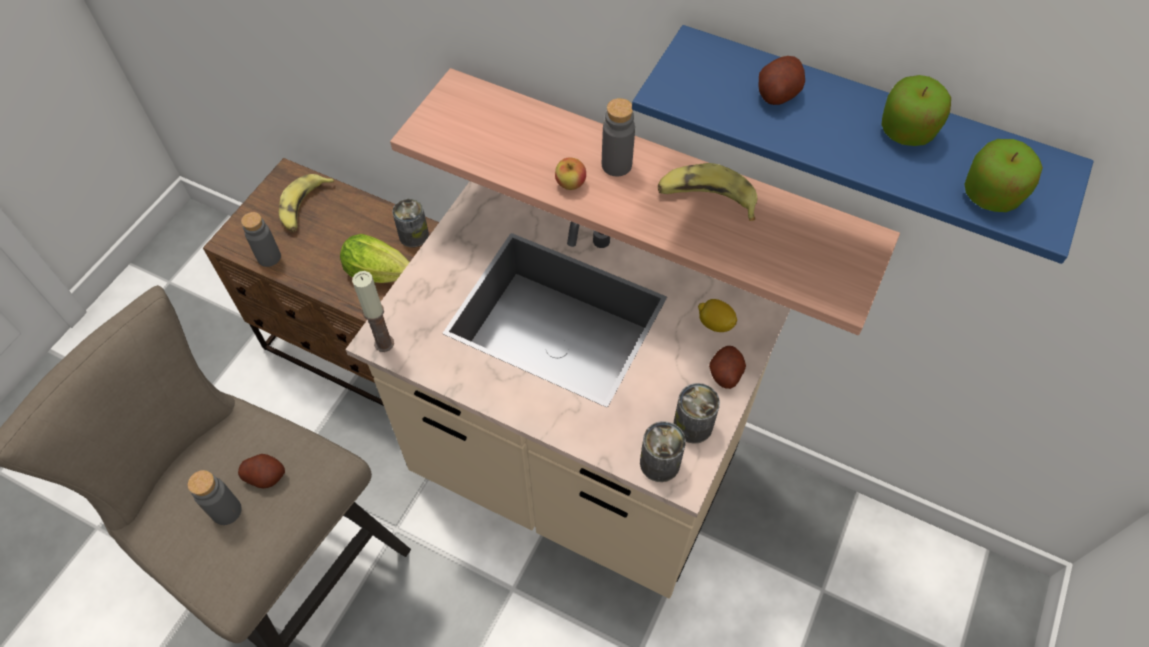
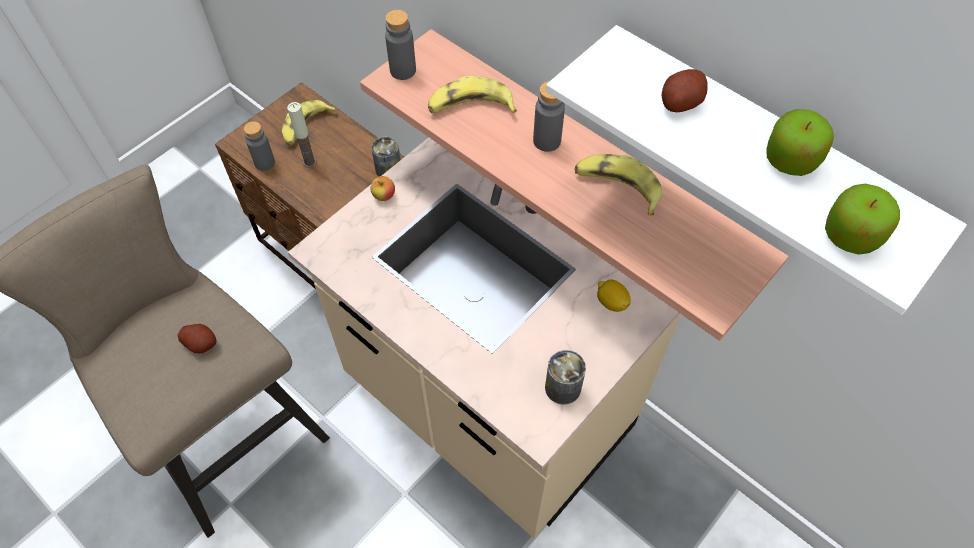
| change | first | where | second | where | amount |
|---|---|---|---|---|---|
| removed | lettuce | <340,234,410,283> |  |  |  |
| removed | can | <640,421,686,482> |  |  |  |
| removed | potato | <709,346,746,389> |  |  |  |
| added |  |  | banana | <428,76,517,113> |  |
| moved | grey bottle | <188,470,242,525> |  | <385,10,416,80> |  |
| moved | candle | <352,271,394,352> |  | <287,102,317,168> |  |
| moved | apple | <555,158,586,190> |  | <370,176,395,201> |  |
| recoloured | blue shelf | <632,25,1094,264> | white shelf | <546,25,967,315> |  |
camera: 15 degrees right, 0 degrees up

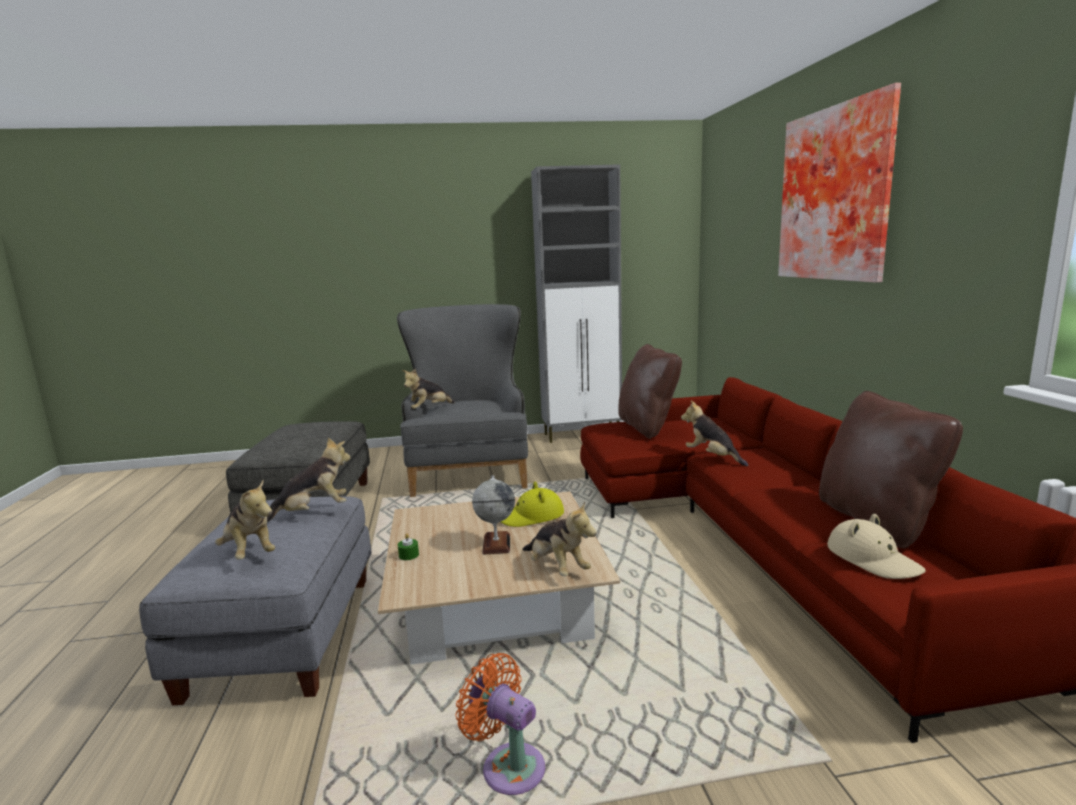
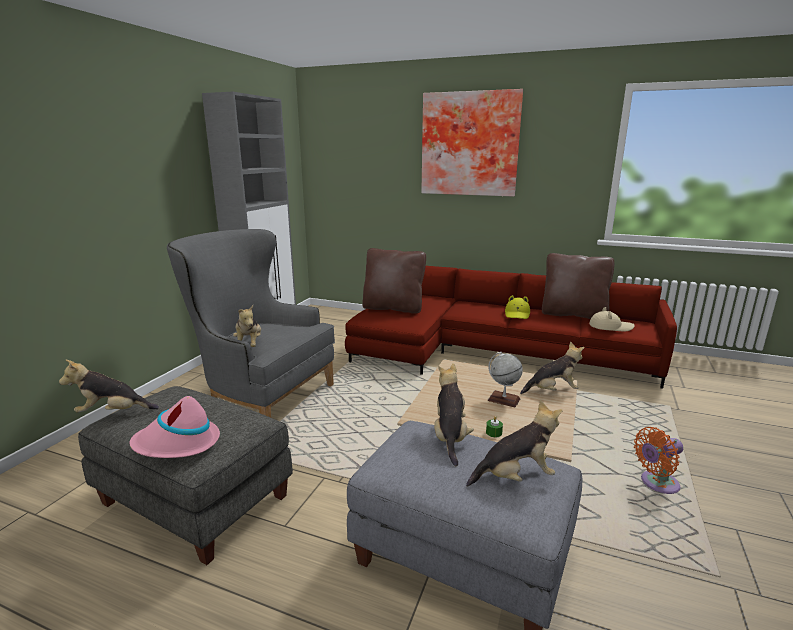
| change | first | where | second | where | amount |
|---|---|---|---|---|---|
| added |  |  | pink hat | <129,396,220,458> |  |
| moved | yellow hat | <501,482,564,527> |  | <505,295,530,319> |  |
| moved | plush toy | <681,401,748,466> |  | <59,360,159,413> |  |
camera: 60 degrees left, 5 degrees up

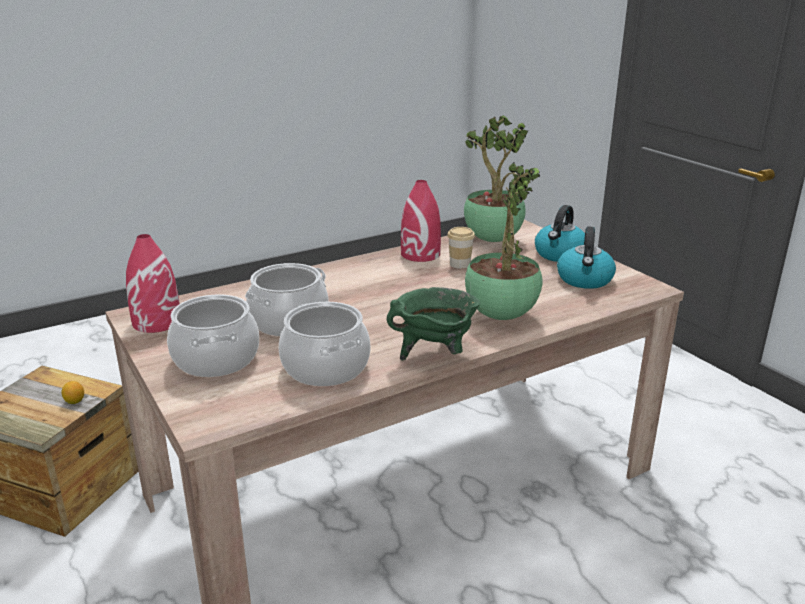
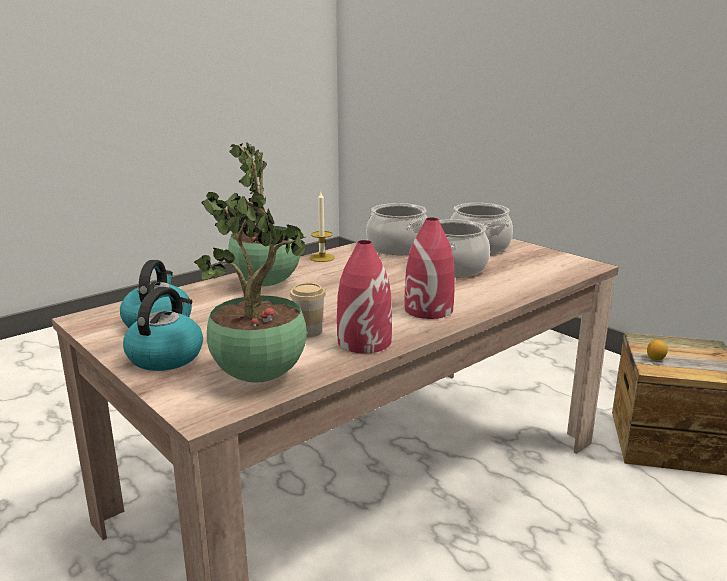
| change | first | where | second | where | amount |
|---|---|---|---|---|---|
| moved | red vase | <126,234,180,333> |  | <404,218,455,319> |  |
| replaced | green cooking pot | <387,287,480,360> | candle | <310,192,335,262> |  |
camera: 170 degrees right, 5 degrees down

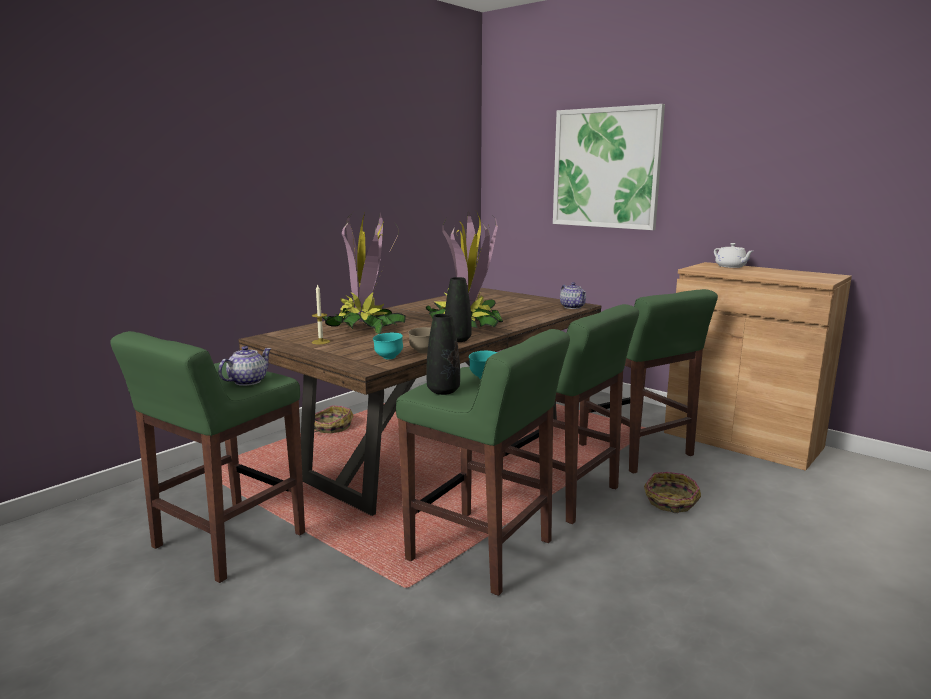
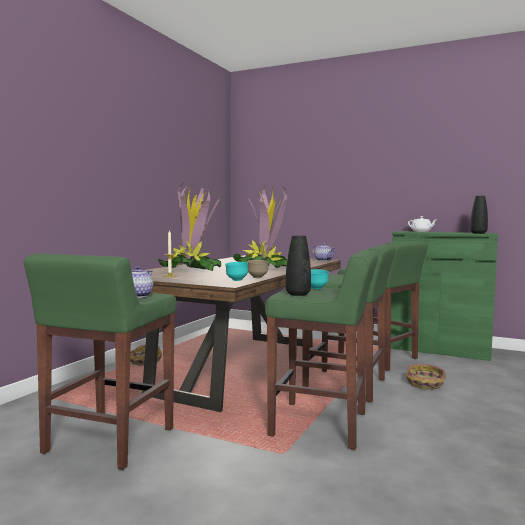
| change | first | where | second | where | amount |
|---|---|---|---|---|---|
| removed | picture | <553,104,665,230> |  |  |  |
| moved | black vase | <445,277,472,342> |  | <470,196,488,233> |  |
| recoloured | brown cabinet | <664,262,852,471> | green cabinet | <390,231,498,361> |  |
camera: 15 degrees left, 10 degrees down

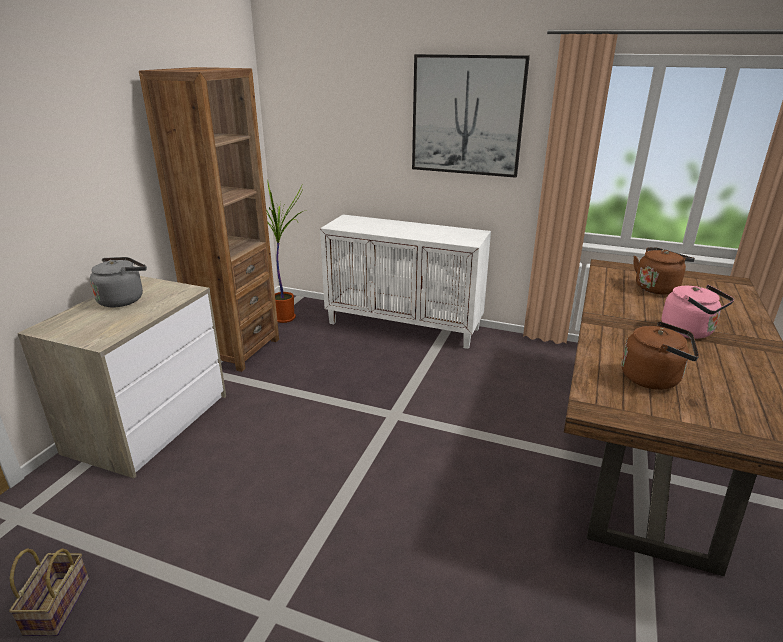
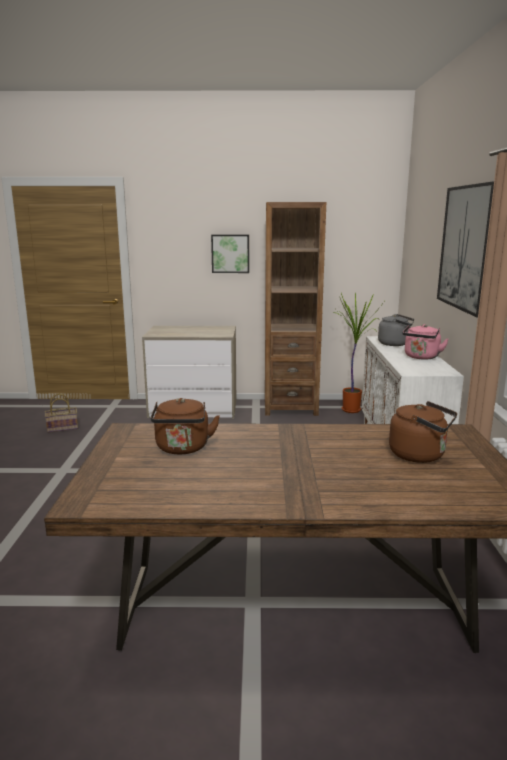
| change | first | where | second | where | amount |
|---|---|---|---|---|---|
| added |  |  | picture | <211,235,249,273> |  |
| moved | grey kettle | <90,257,147,307> |  | <378,314,414,346> |  |
| moved | pink kettle | <662,285,734,339> |  | <402,324,449,360> |  |
camera: 70 degrees right, 10 degrees down

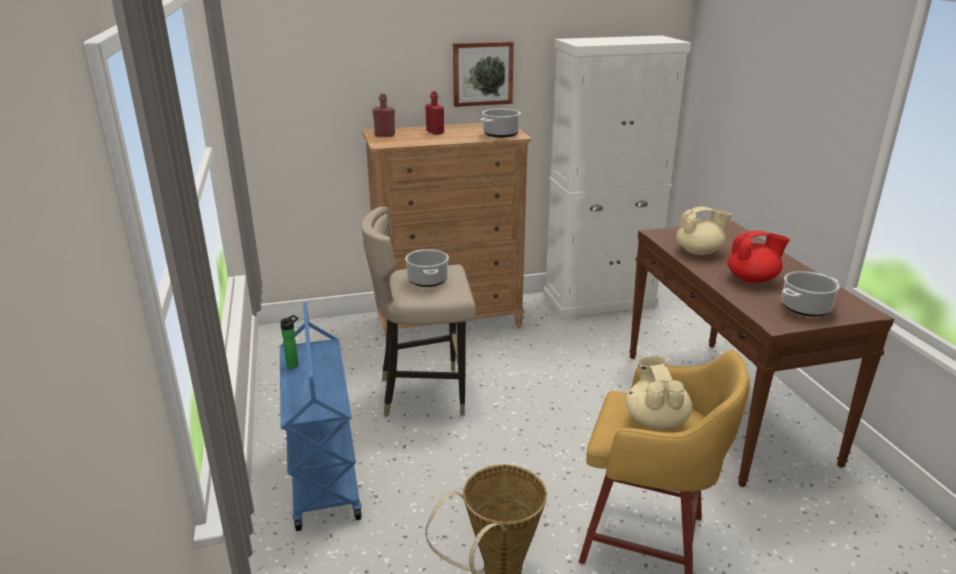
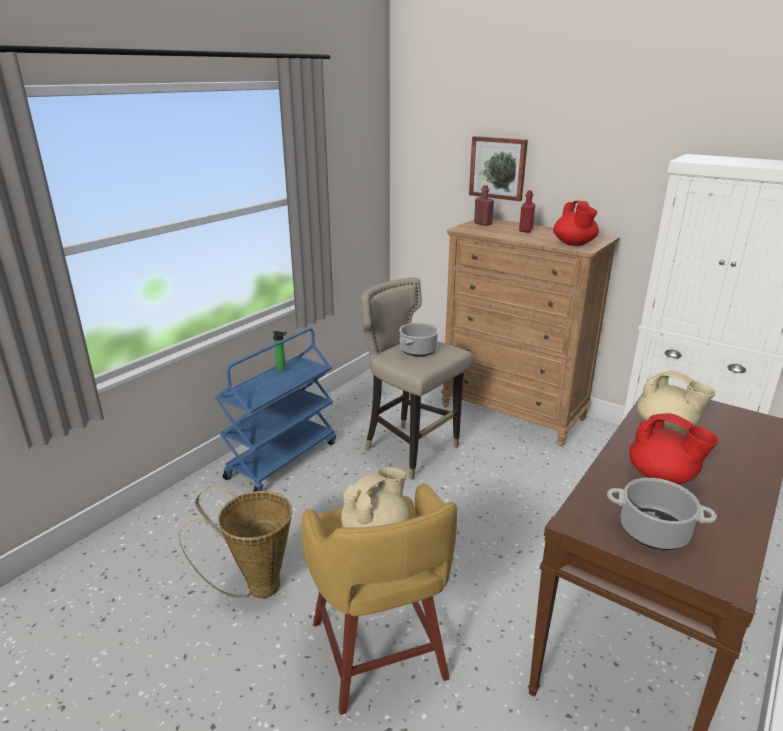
| change | first | where | second | where | amount |
|---|---|---|---|---|---|
| moved | picture | <453,41,514,107> |  | <469,136,528,201> |  |
| replaced | cooking pot | <481,108,521,138> | red teapot | <553,201,599,246> |  |
camera: 50 degrees right, 0 degrees up

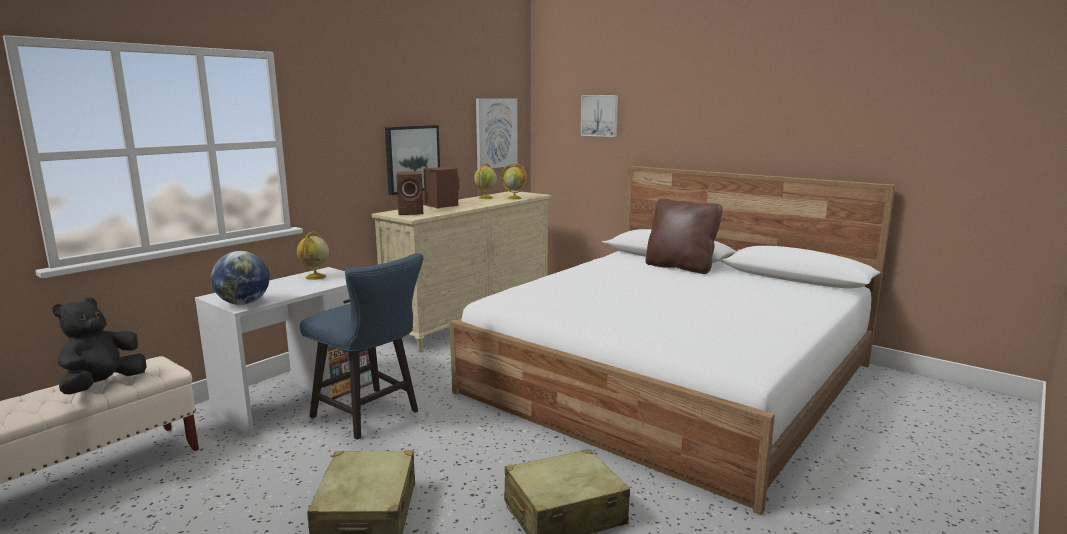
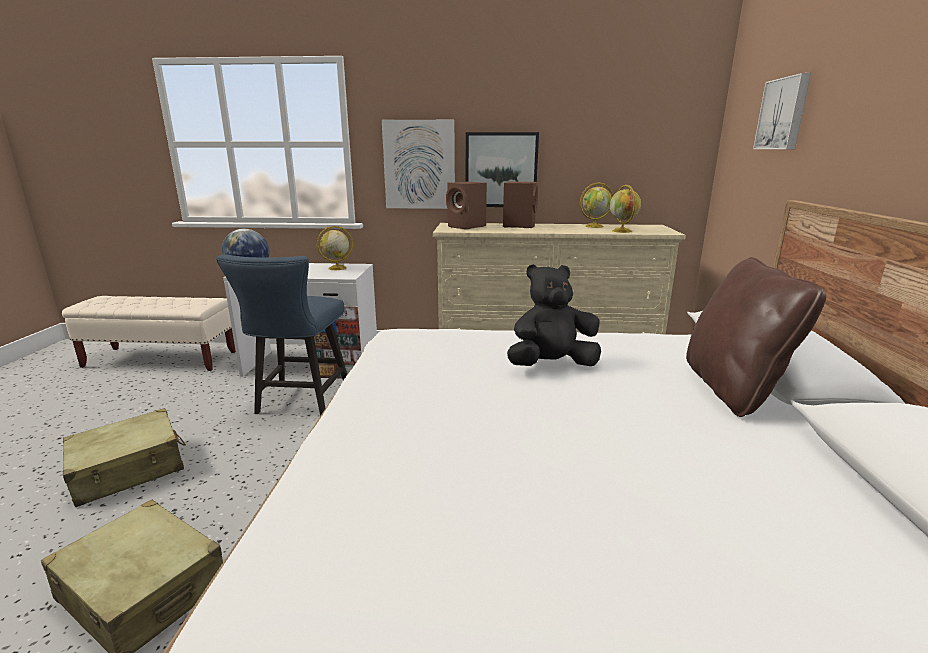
| change | first | where | second | where | amount |
|---|---|---|---|---|---|
| moved | black plush toy | <52,298,147,394> |  | <507,264,601,366> |  |
| moved | picture | <476,98,518,169> |  | <382,120,455,209> |  |
camera: 55 degrees right, 5 degrees up

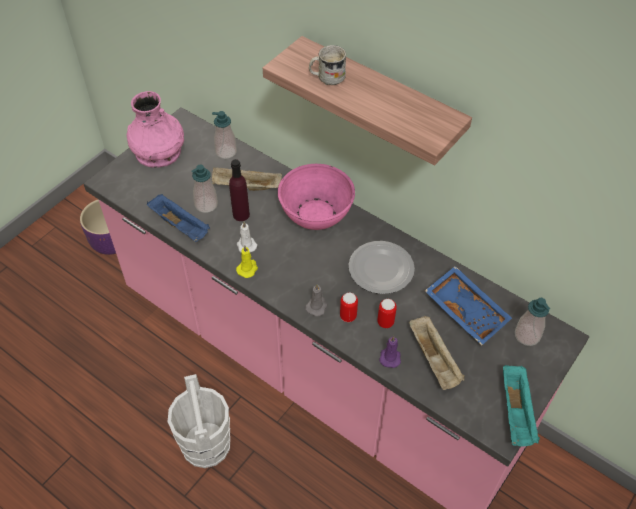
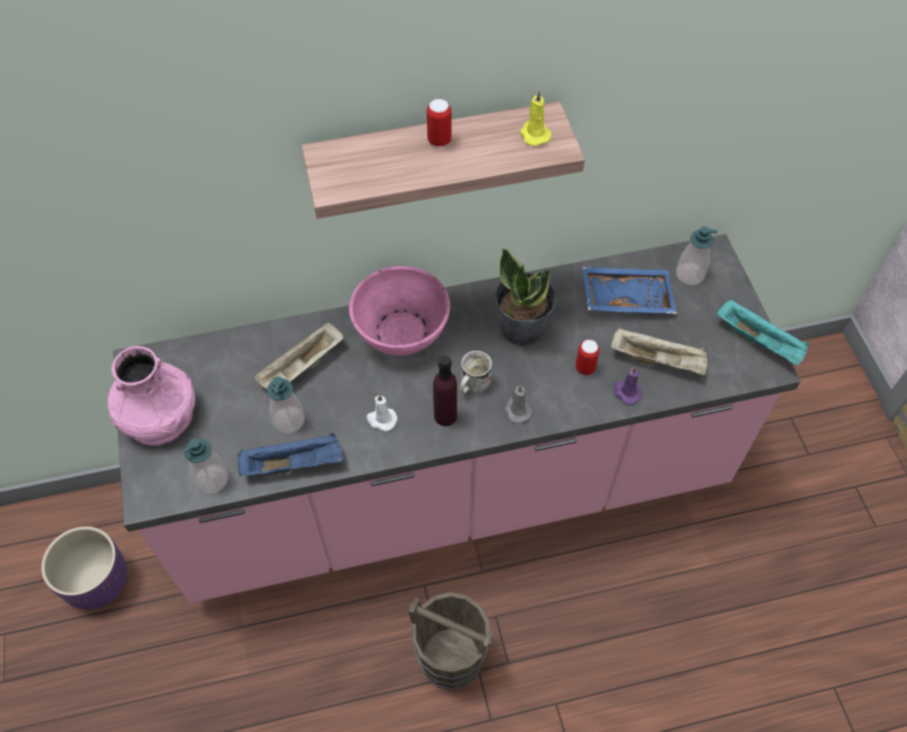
| change | first | where | second | where | amount |
|---|---|---|---|---|---|
| moved | soap dispenser | <212,111,237,159> |  | <182,438,228,494> |  |
| moved | purple bottle | <229,159,250,221> |  | <433,356,457,426> |  |
| moved | yellow candle | <236,246,258,278> |  | <520,90,552,146> |  |
| moved | white mug | <309,45,346,85> |  | <460,351,492,394> |  |
| moved | can | <340,292,358,322> |  | <427,99,451,147> |  |
| replaced | plate | <349,241,415,294> | potted plant | <495,249,556,346> |  |
| recoloured | white bucket | <168,374,230,468> | brown bucket | <408,592,494,691> |  |
camera: 50 degrees left, 5 degrees up

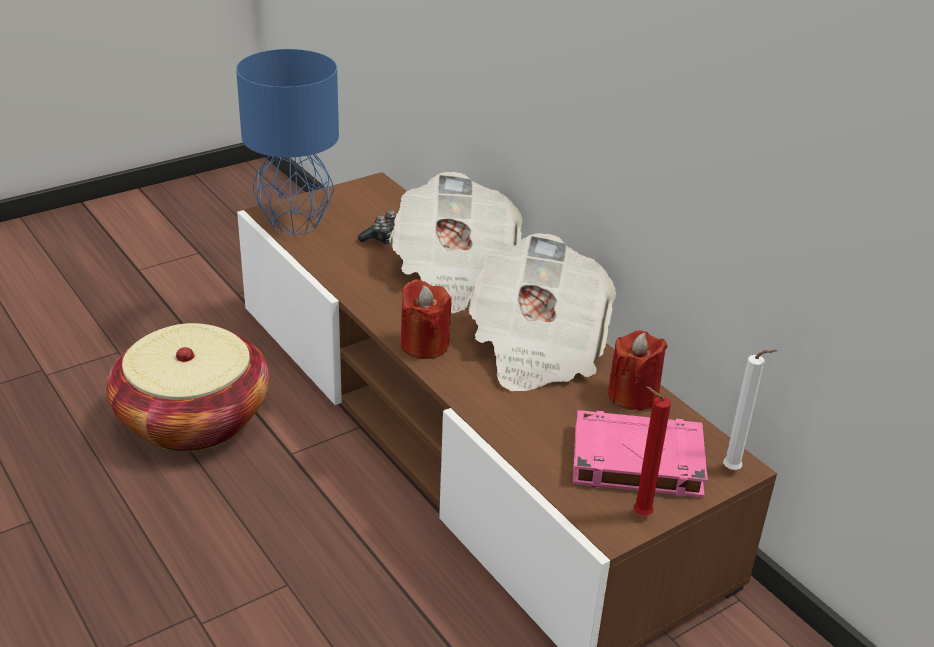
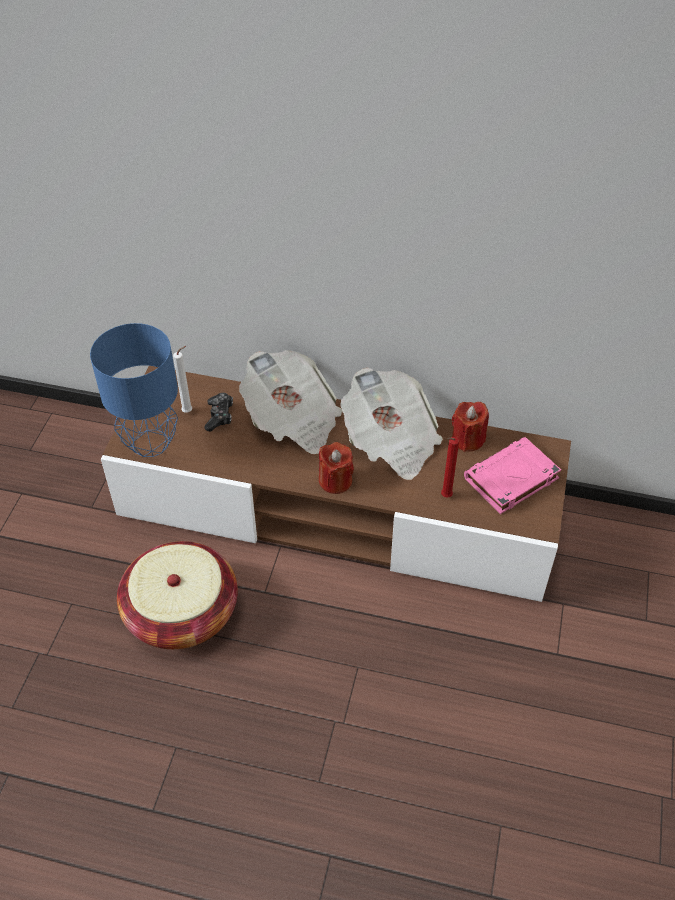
| change | first | where | second | where | amount |
|---|---|---|---|---|---|
| moved | red candle | <634,387,671,516> |  | <441,437,459,498> |  |
| moved | white candle | <723,350,777,470> |  | <173,346,192,412> |  |
camera: 40 degrees left, 15 degrees up

